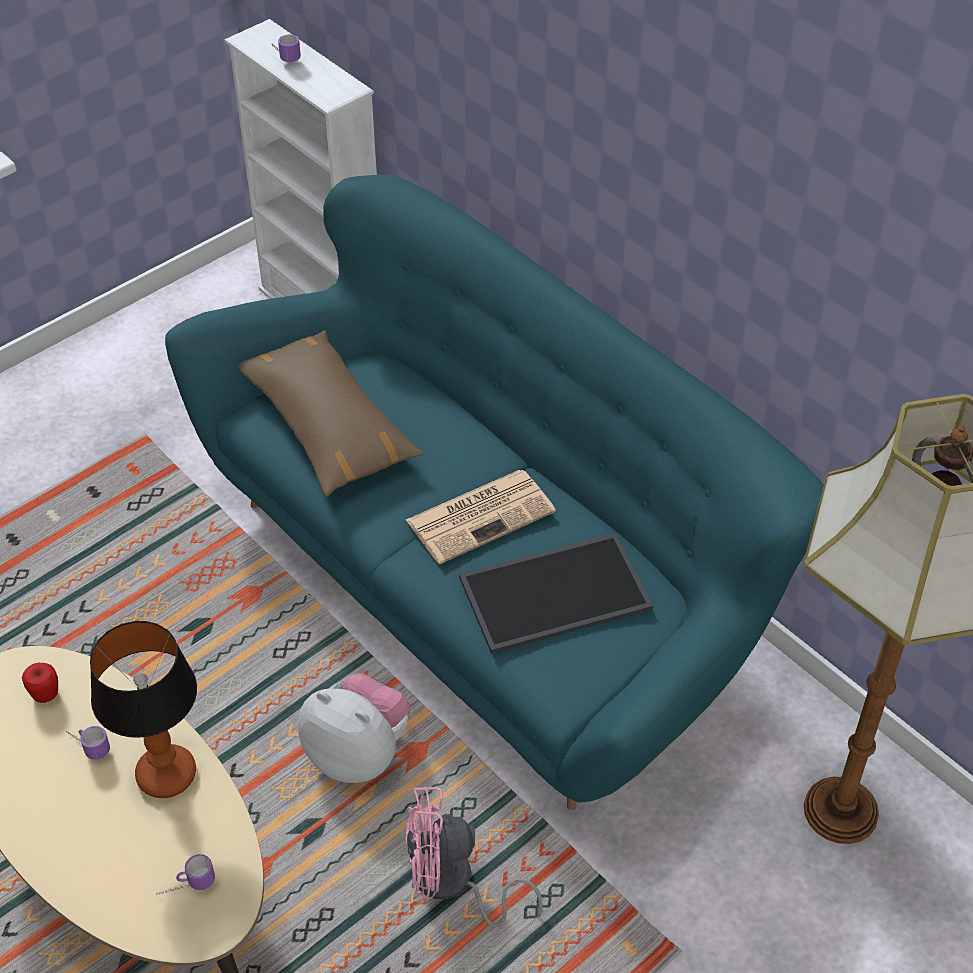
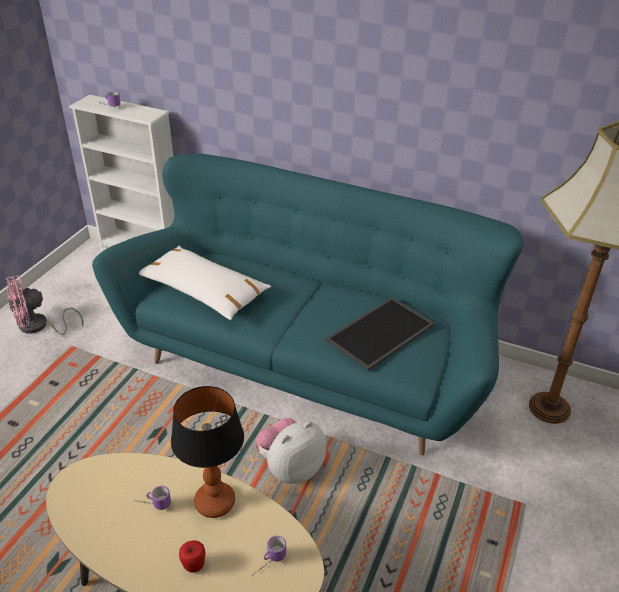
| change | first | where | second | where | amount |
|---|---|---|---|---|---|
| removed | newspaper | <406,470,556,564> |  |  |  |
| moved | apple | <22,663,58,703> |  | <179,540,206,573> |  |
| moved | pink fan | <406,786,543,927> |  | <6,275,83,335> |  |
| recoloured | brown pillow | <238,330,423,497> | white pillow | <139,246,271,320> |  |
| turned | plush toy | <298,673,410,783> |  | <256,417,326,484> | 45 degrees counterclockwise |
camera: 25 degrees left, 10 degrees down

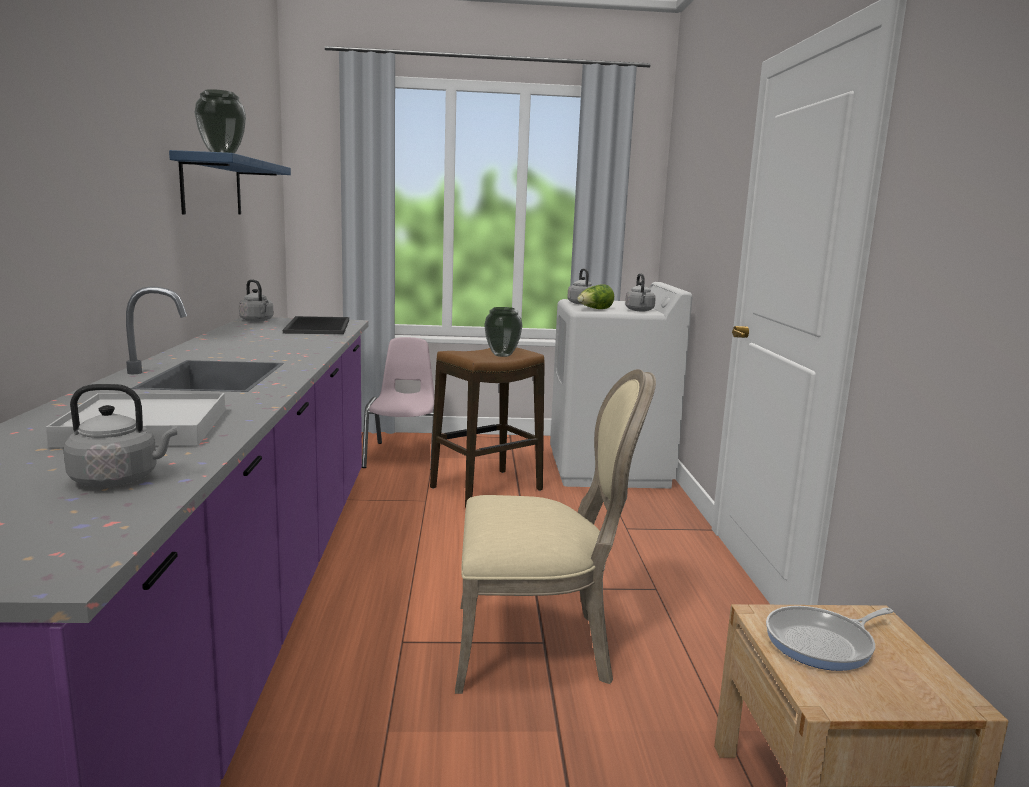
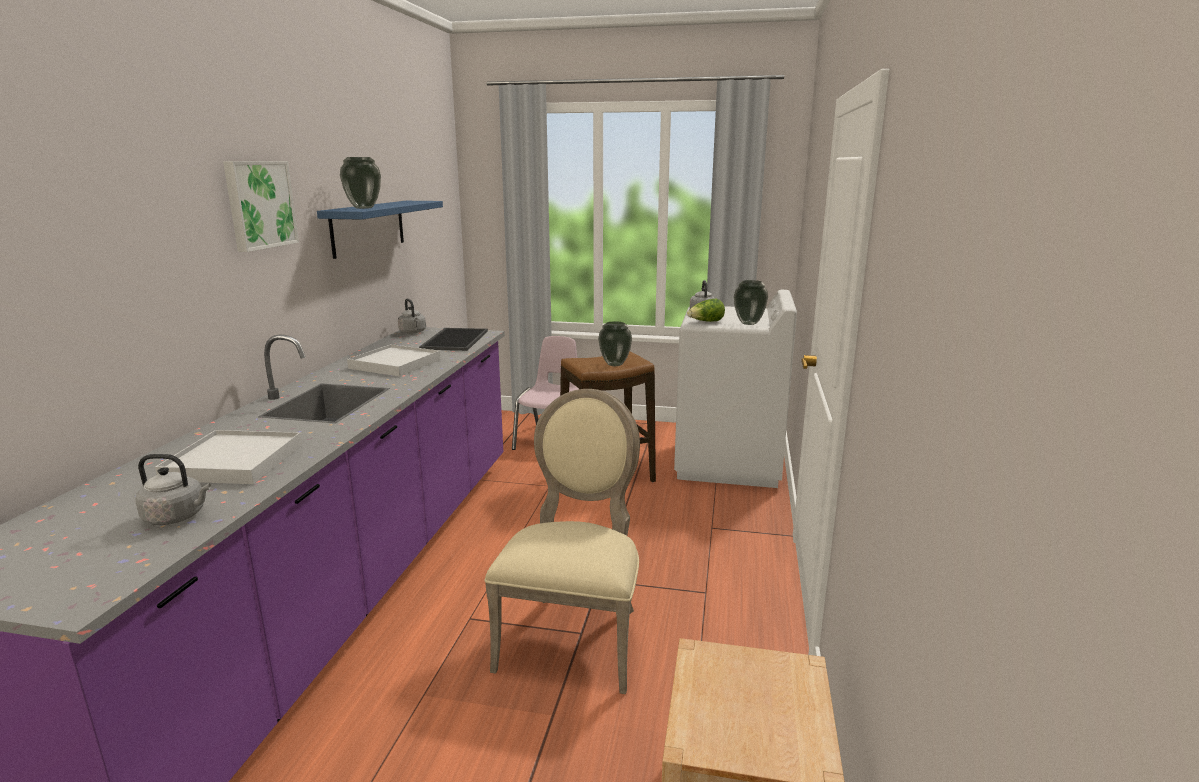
| change | first | where | second | where | amount |
|---|---|---|---|---|---|
| removed | frying pan | <766,606,893,671> |  |  |  |
| added |  |  | picture | <223,161,299,252> |  |
| added |  |  | white tray | <347,344,441,377> |  |
| replaced | grey kettle | <625,273,656,311> | vase | <734,280,768,325> |  |
| turned | beige chair | <455,369,656,694> |  | <485,389,640,694> | 90 degrees counterclockwise |
camera: 15 degrees right, 5 degrees up

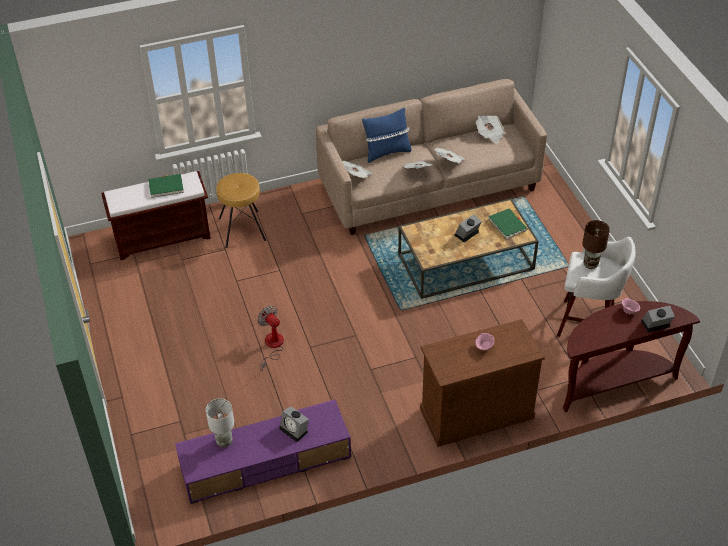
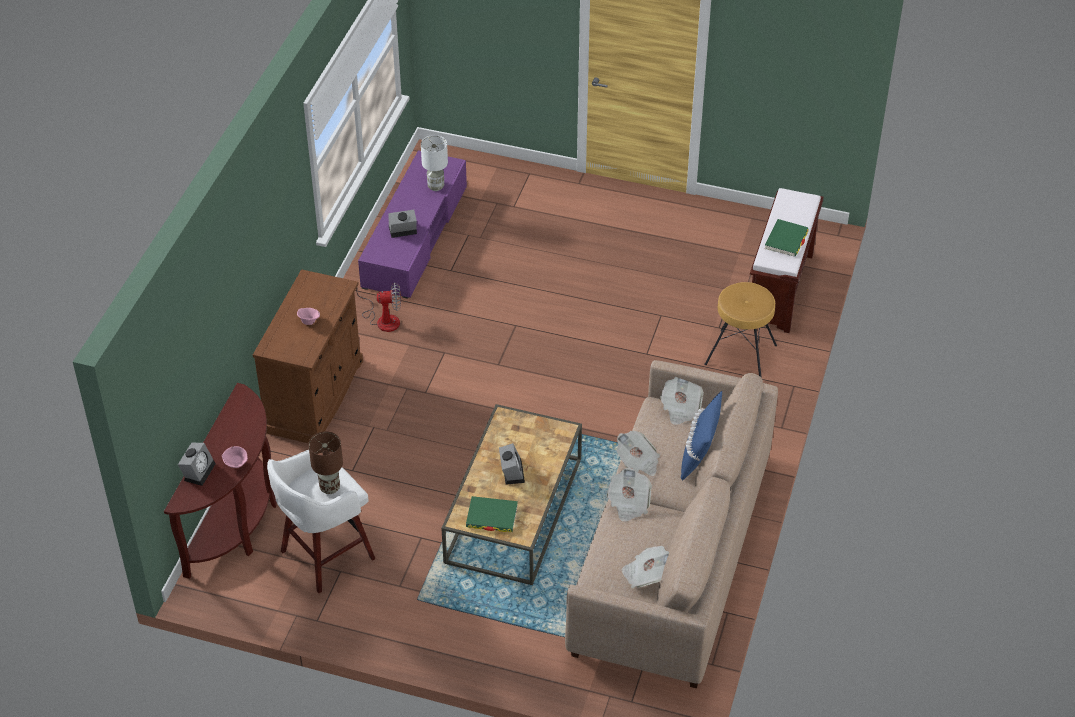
| change | first | where | second | where | amount |
|---|---|---|---|---|---|
| moved | fan | <257,306,284,371> |  | <351,279,401,332> |  |
camera: 125 degrees right, 0 degrees up

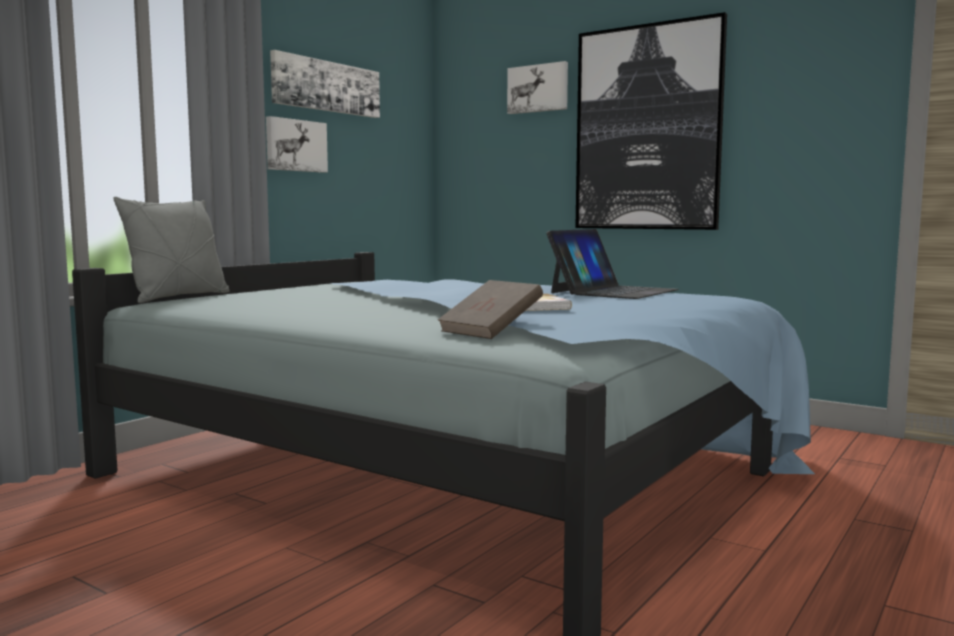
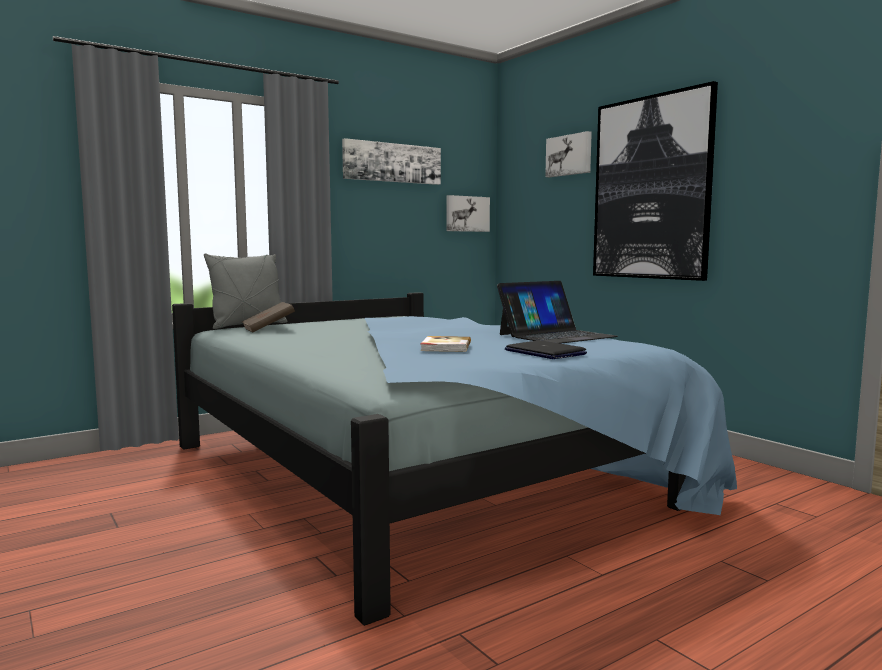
| change | first | where | second | where | amount |
|---|---|---|---|---|---|
| added |  |  | laptop | <505,340,587,359> |  |
| moved | picture | <266,116,328,173> |  | <446,195,490,232> |  |
| moved | brown book | <438,280,543,339> |  | <242,302,295,333> |  |
camera: 20 degrees right, 0 degrees up

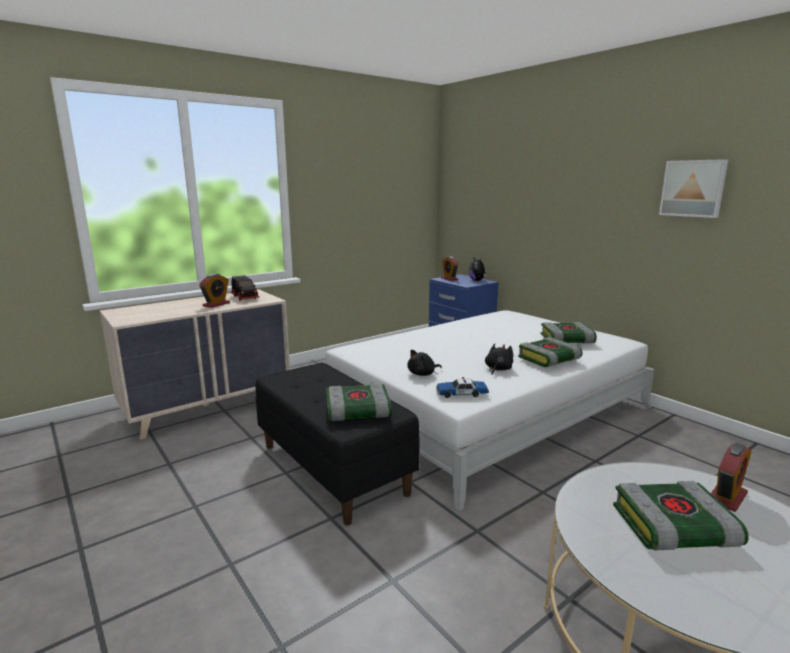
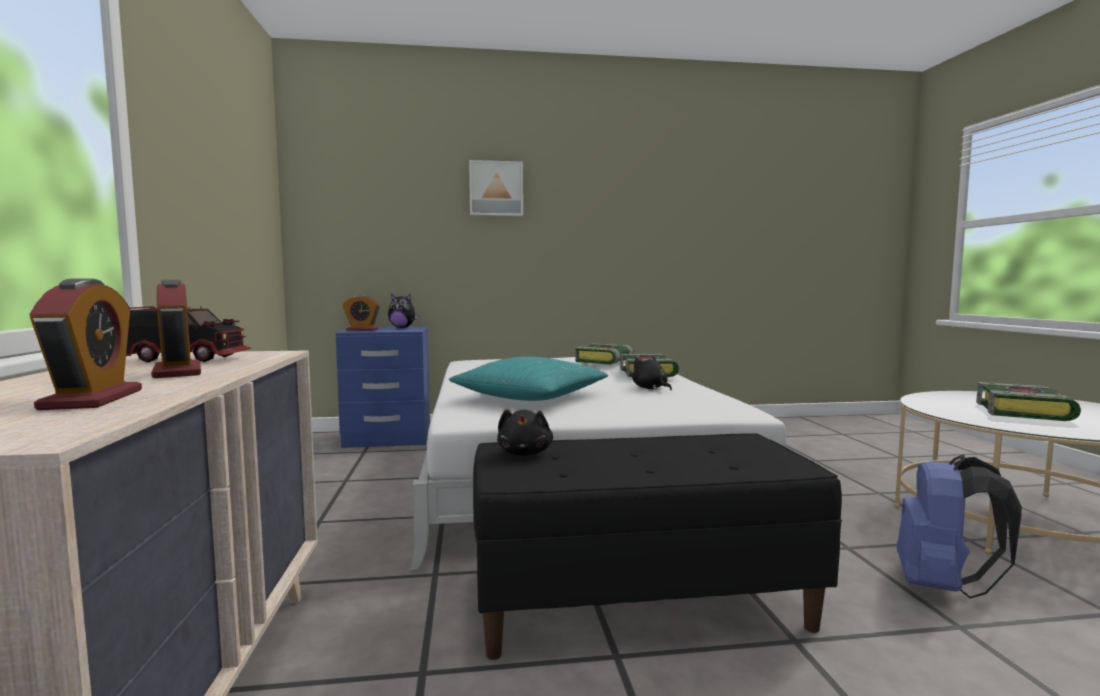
| change | first | where | second | where | amount |
|---|---|---|---|---|---|
| removed | book | <326,383,392,421> |  |  |  |
| removed | toy car | <436,377,489,398> |  |  |  |
| added |  |  | turquoise pillow | <448,357,609,401> |  |
| added |  |  | blue backpack | <897,454,1022,599> |  |
| moved | black plush toy | <407,350,442,376> |  | <497,409,553,456> |  |
| moved | picture | <659,159,728,218> |  | <469,160,523,216> |  |
| moved | alarm clock | <711,443,751,512> |  | <29,279,142,410> |  |
camera: 60 degrees left, 10 degrees down

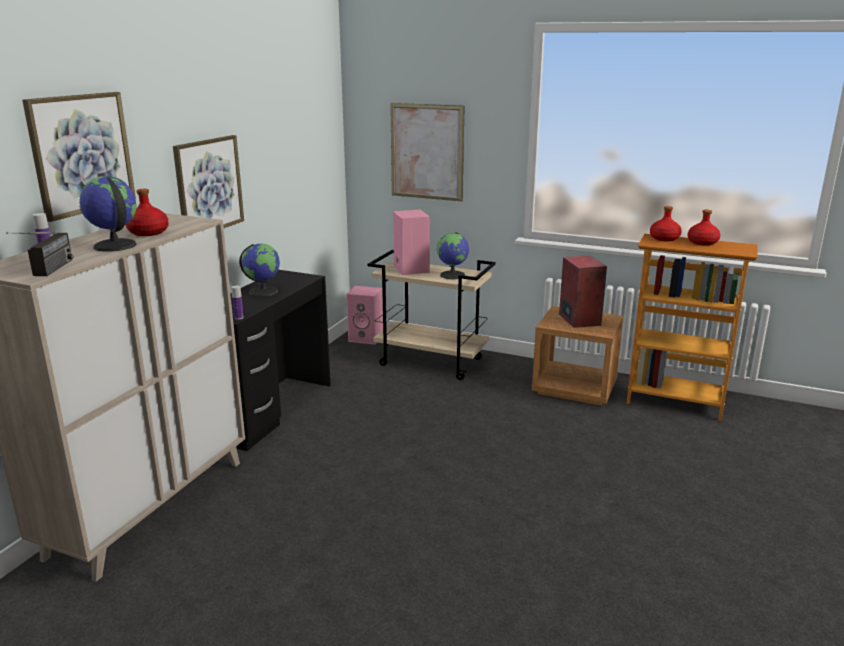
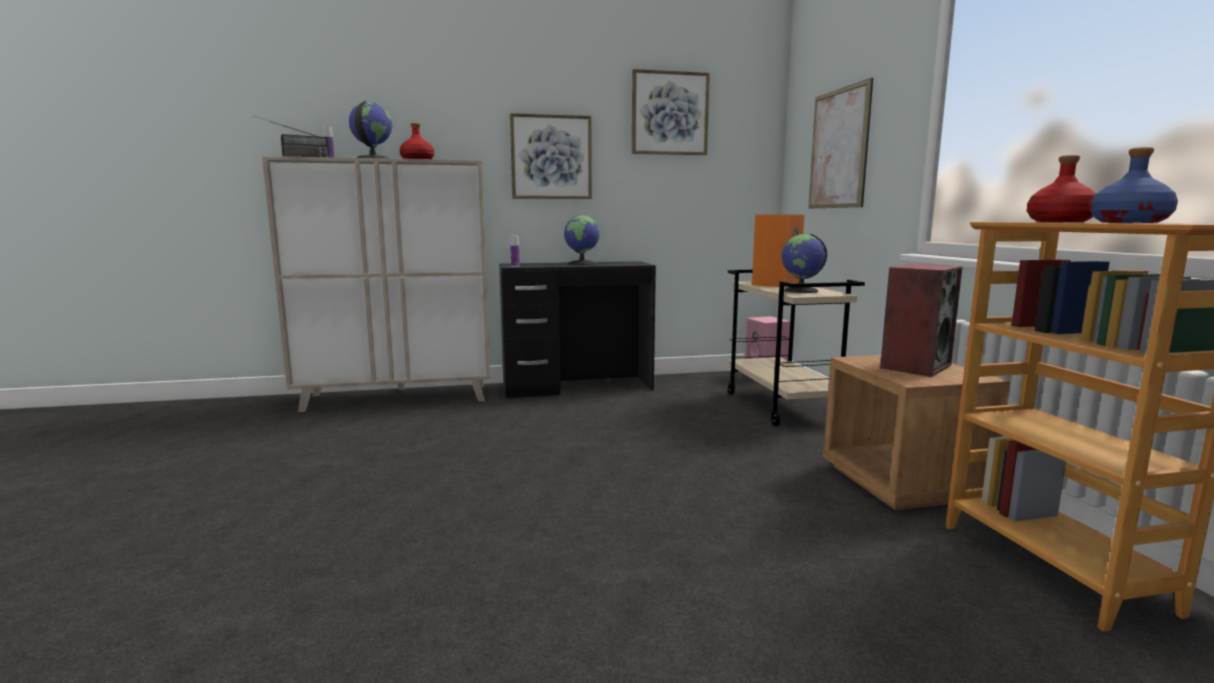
| change | first | where | second | where | amount |
|---|---|---|---|---|---|
| moved | picture | <22,92,136,222> |  | <632,69,710,155> |  |
| recoloured | pink speaker | <393,210,430,275> | orange speaker | <752,214,805,287> |  |
| recoloured | red bottle | <687,210,720,246> | blue bottle | <1090,147,1178,223> |  |
camera: 55 degrees right, 10 degrees down

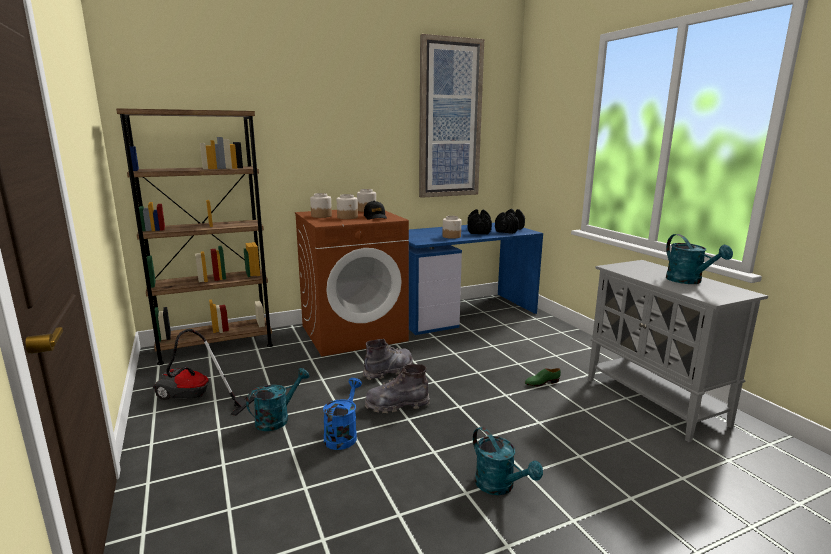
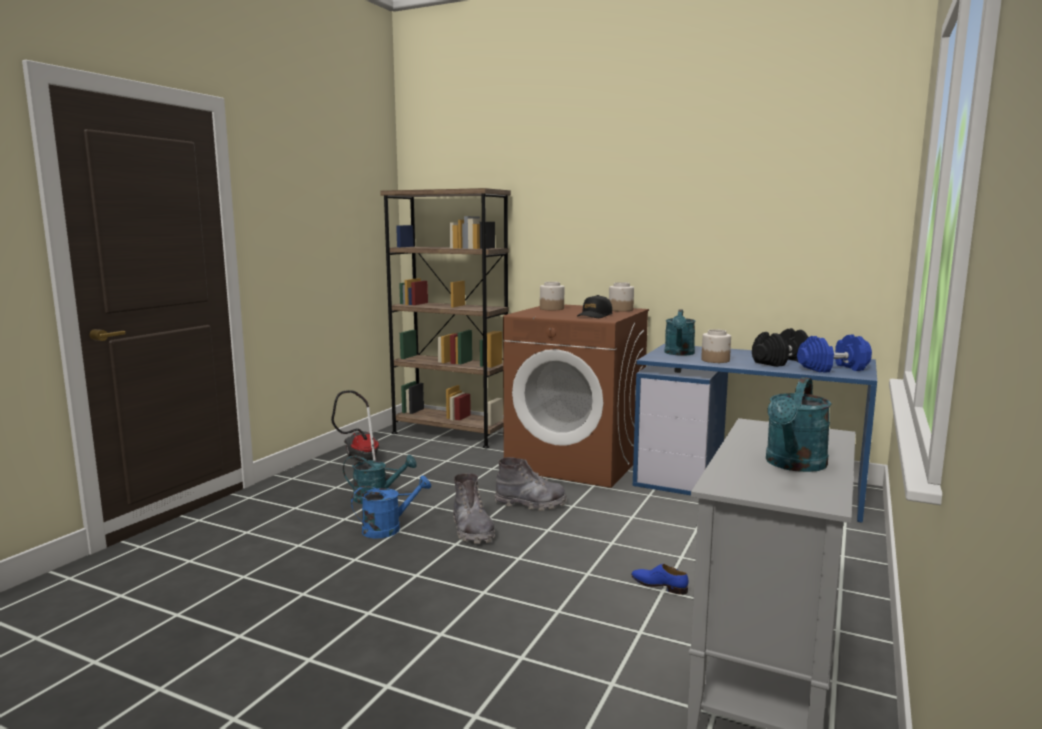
| change | first | where | second | where | amount |
|---|---|---|---|---|---|
| removed | jar | <337,194,358,219> |  |  |  |
| removed | picture | <419,34,484,198> |  |  |  |
| moved | turquoise watering can | <473,427,543,495> |  | <664,309,696,356> |  |
| recoloured | black dumbbell | <495,209,525,234> | blue dumbbell | <797,334,872,373> |  |
| recoloured | green shoe | <525,368,561,386> | blue shoe | <631,564,688,595> |  |
| turned | grey boot | <365,364,430,413> |  | <453,473,495,544> | 150 degrees counterclockwise |
camera: 50 degrees right, 5 degrees down

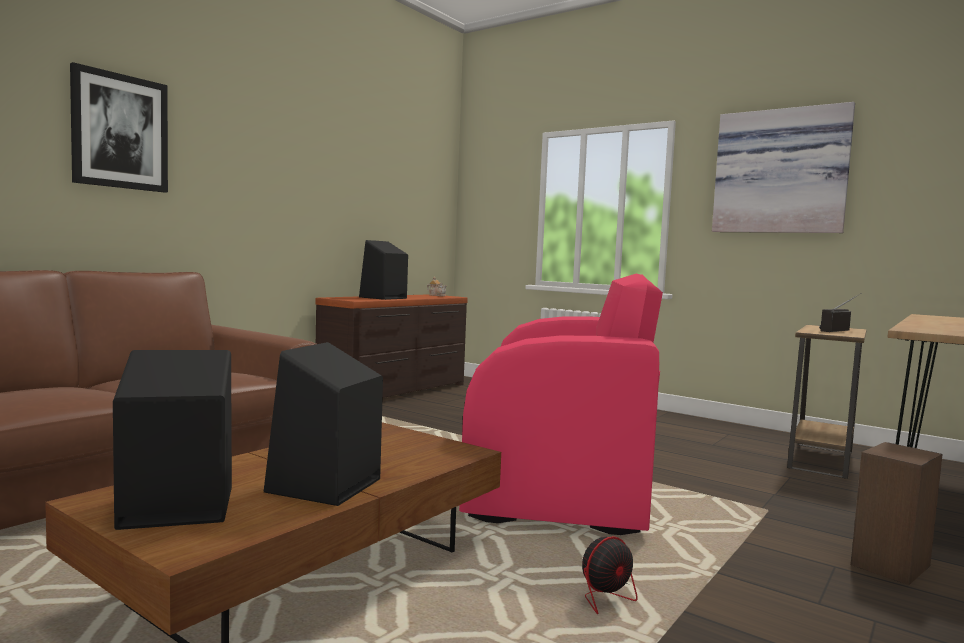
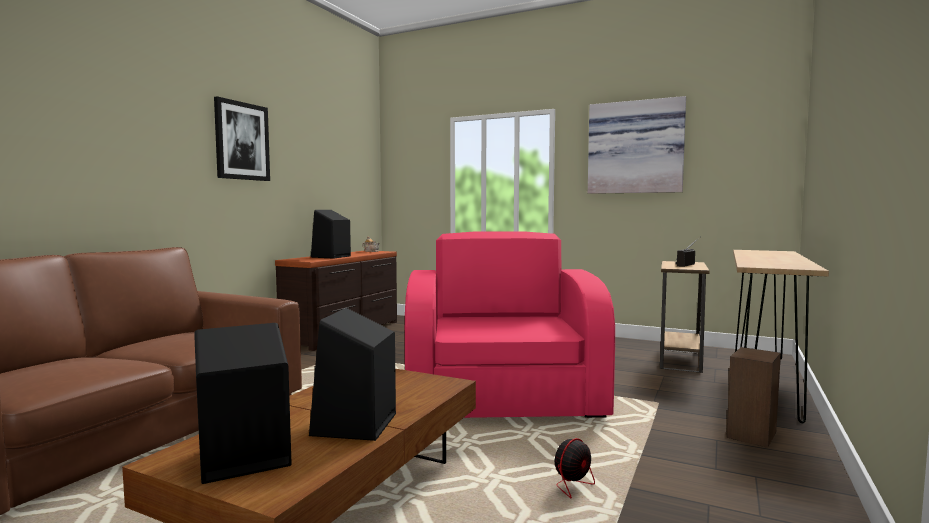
| change | first | where | second | where | amount |
|---|---|---|---|---|---|
| moved | picture | <70,62,168,193> |  | <214,96,270,181> |  |
| turned | pink armchair | <459,274,663,535> |  | <405,231,615,418> | 90 degrees counterclockwise |
camera: 10 degrees left, 0 degrees up

